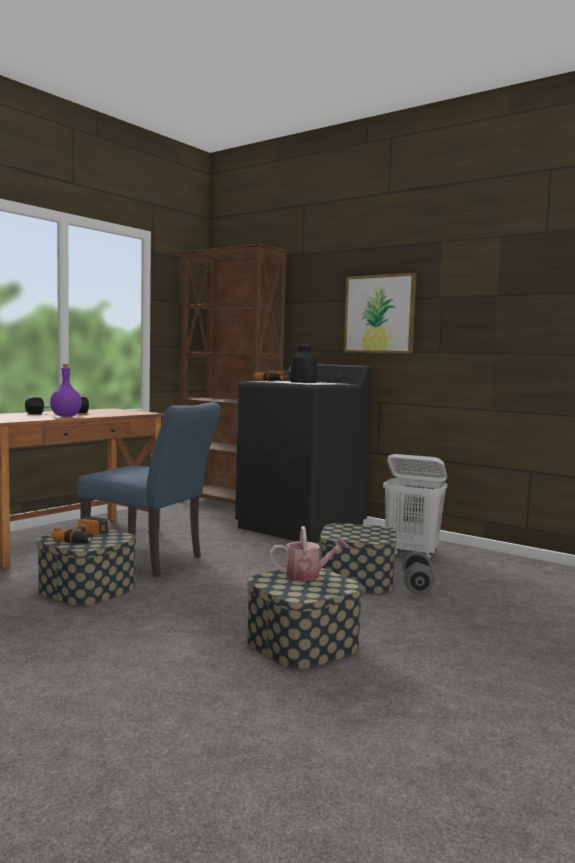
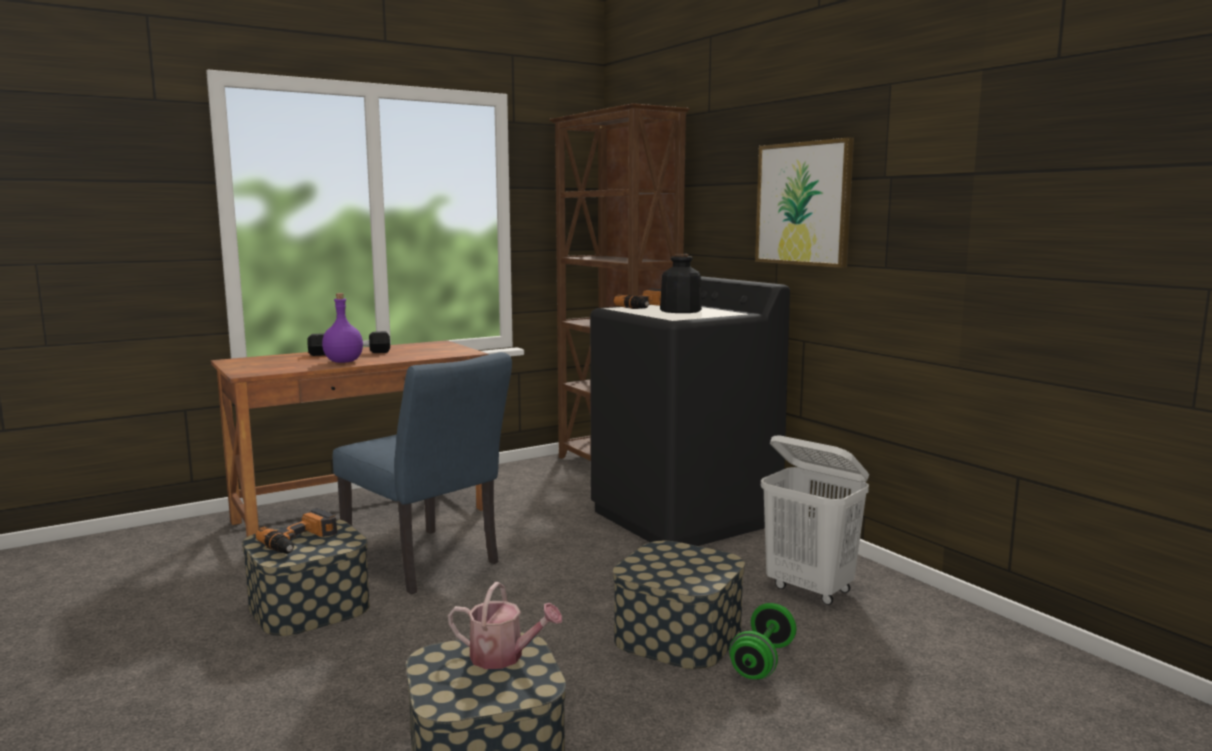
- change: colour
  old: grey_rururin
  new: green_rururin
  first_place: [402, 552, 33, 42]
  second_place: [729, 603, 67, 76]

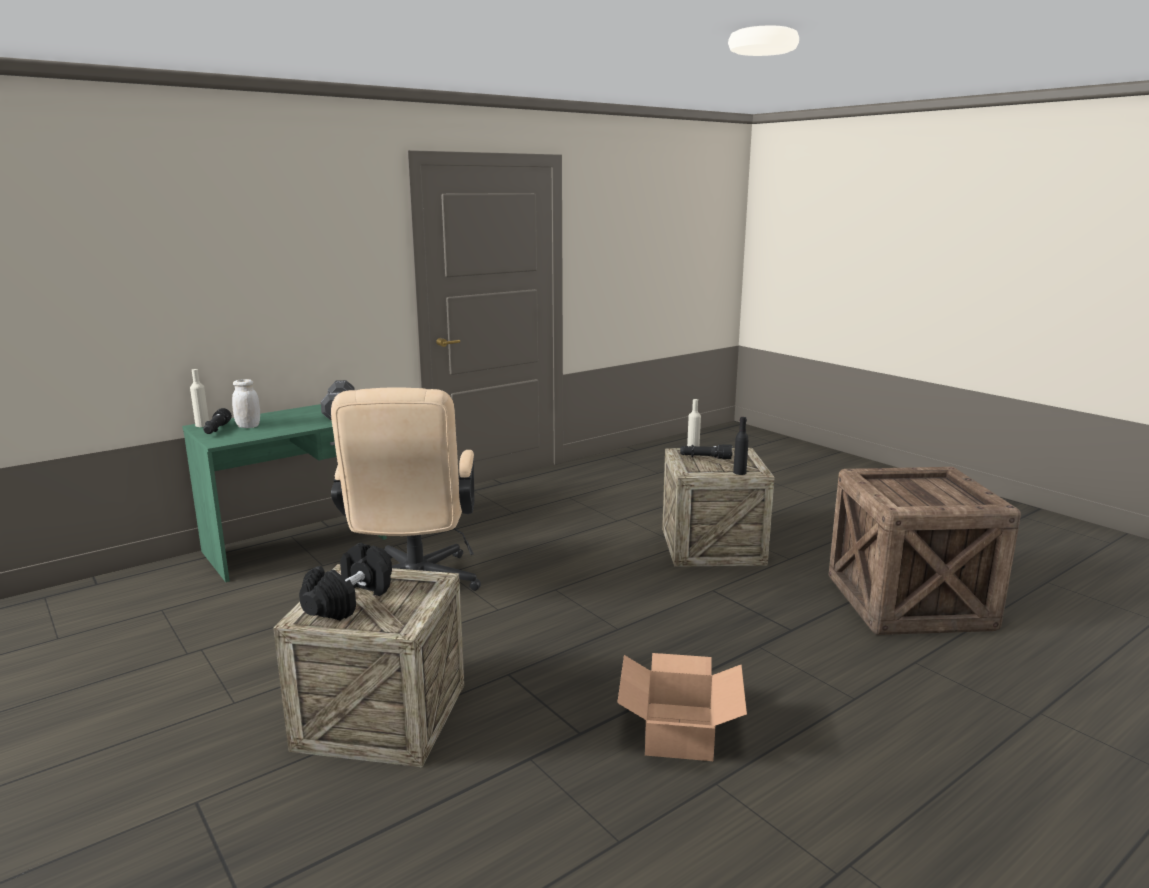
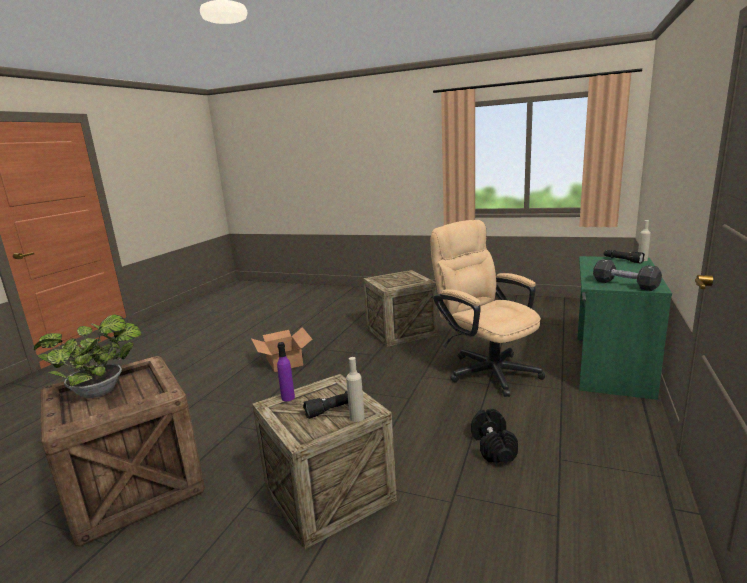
- change: missing
  old: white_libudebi
  first_place: [232, 379, 28, 49]
- change: colour
  old: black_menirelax
  new: purple_menirelax
  first_place: [733, 417, 15, 58]
  second_place: [277, 342, 18, 59]
- change: relocated
  old: black_rururin
  first_place: [299, 543, 93, 78]
  second_place: [471, 409, 47, 54]
- change: appeared
  new: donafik
  second_place: [34, 314, 107, 85]

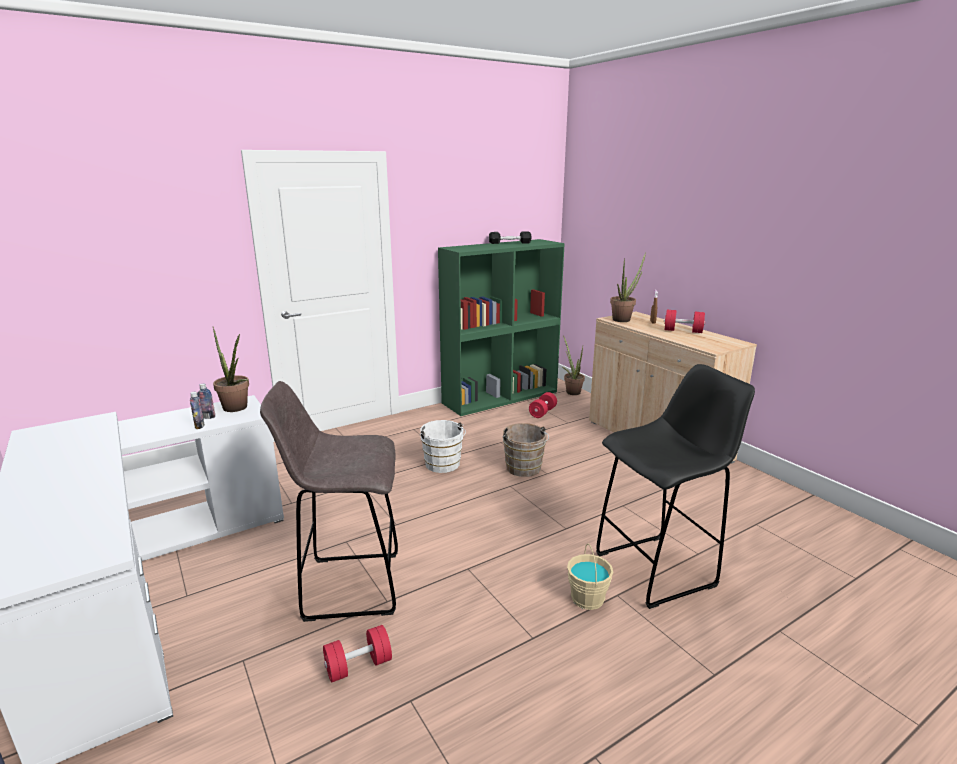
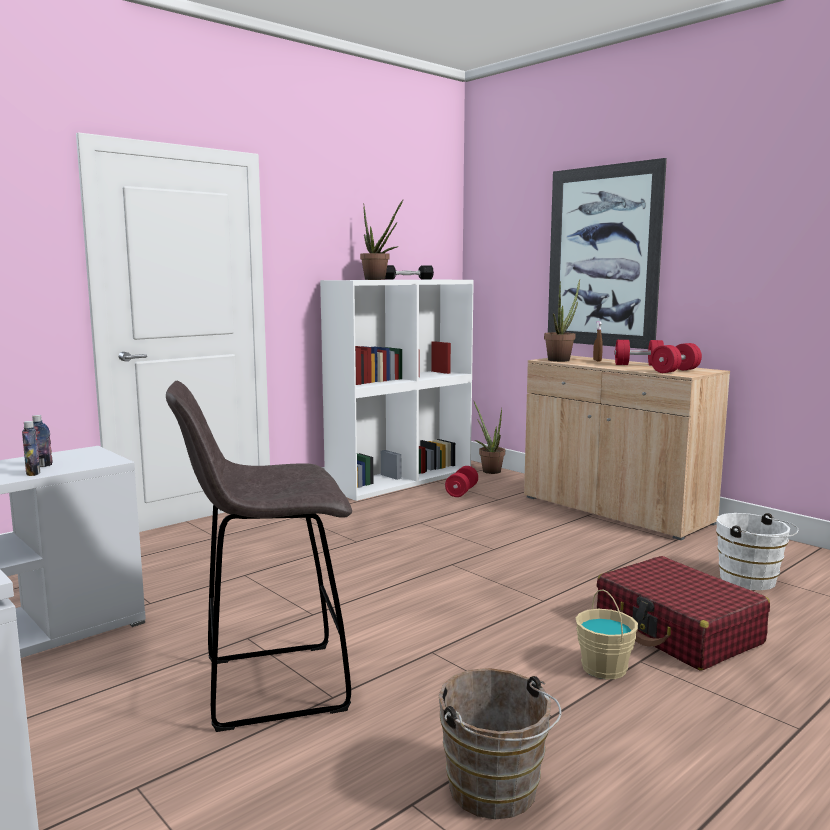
- change: colour
  old: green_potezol
  new: white_potezol
  first_place: [438, 239, 127, 177]
  second_place: [320, 280, 154, 221]
- change: relocated
  old: donafik
  first_place: [213, 327, 36, 85]
  second_place: [360, 199, 44, 81]
- change: exchanged
  old: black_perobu
  new: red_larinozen
  first_place: [596, 364, 159, 245]
  second_place: [597, 556, 173, 114]
- change: relocated
  old: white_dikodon
  first_place: [420, 420, 46, 53]
  second_place: [716, 513, 83, 77]
- change: relocated
  old: brown_dikodon
  first_place: [503, 423, 46, 54]
  second_place: [439, 668, 123, 151]
- change: relocated
  old: red_rururin
  first_place: [323, 625, 69, 58]
  second_place: [651, 343, 51, 30]
- change: appeared
  new: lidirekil
  second_place: [548, 158, 119, 191]

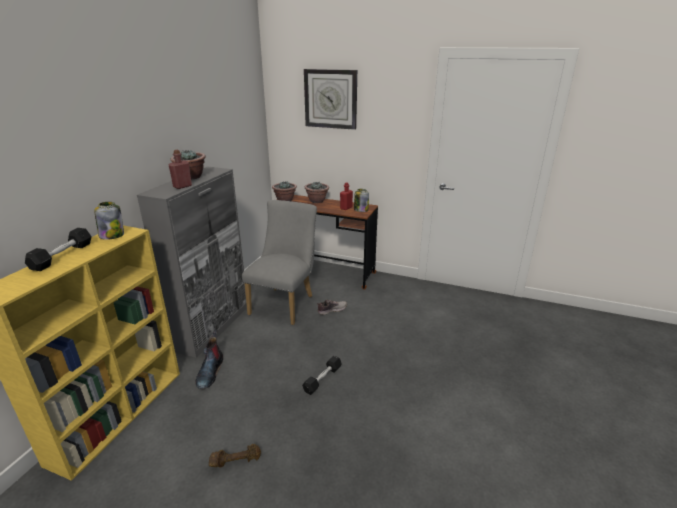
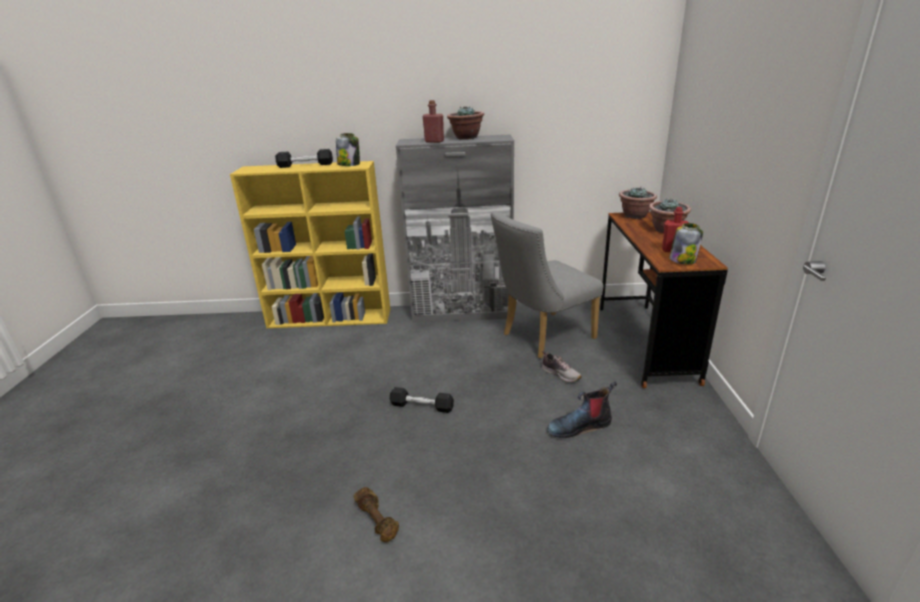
- change: missing
  old: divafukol
  first_place: [304, 69, 53, 61]
- change: spun
  old: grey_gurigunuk
  first_place: [242, 200, 75, 125]
  second_place: [491, 211, 112, 148]
  degrees: 150
- change: relocated
  old: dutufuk
  first_place: [195, 329, 28, 60]
  second_place: [547, 381, 70, 57]
- change: relocated
  old: brown_rururin
  first_place: [209, 444, 52, 23]
  second_place: [354, 487, 45, 55]

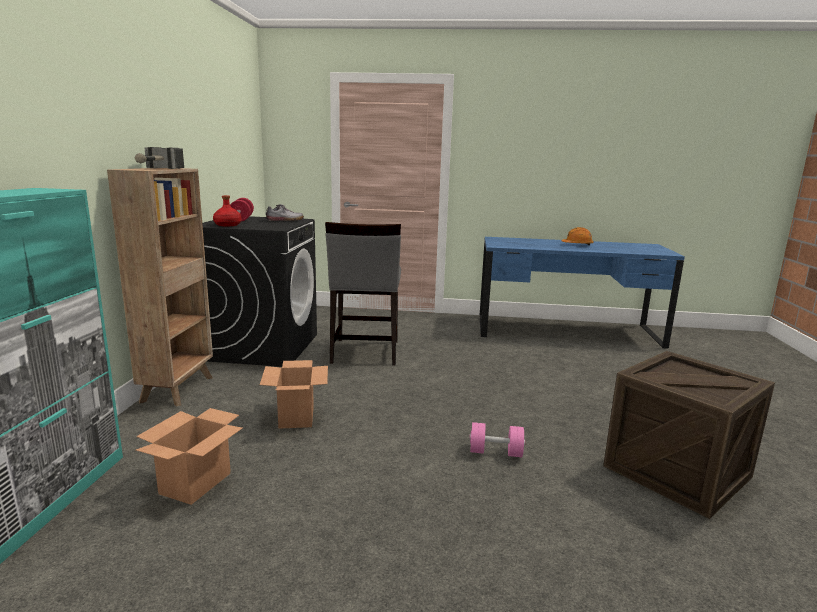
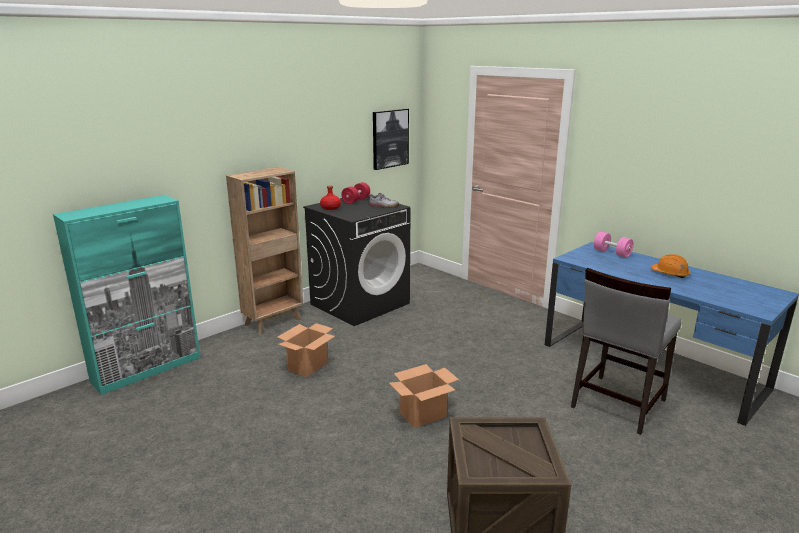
- change: missing
  old: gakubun
  first_place: [135, 147, 49, 22]
- change: relocated
  old: grey_gurigunuk
  first_place: [325, 222, 76, 143]
  second_place: [571, 268, 110, 167]
- change: relocated
  old: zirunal
  first_place: [136, 408, 107, 97]
  second_place: [389, 364, 70, 64]
- change: relocated
  old: pink_rururin
  first_place: [469, 422, 56, 35]
  second_place: [594, 232, 40, 26]
- change: appeared
  new: lidirekil
  second_place: [373, 109, 36, 61]

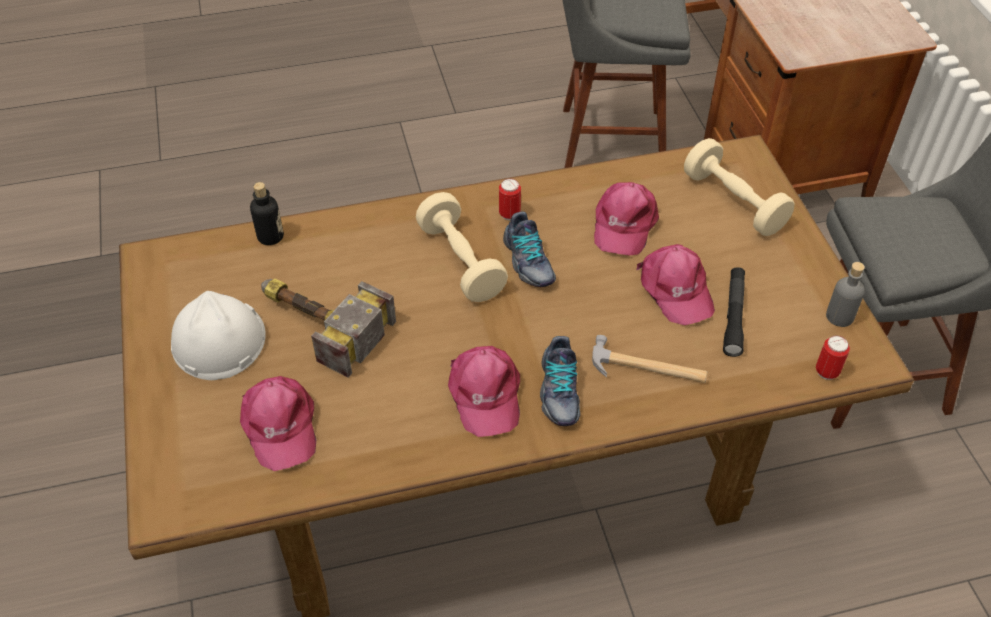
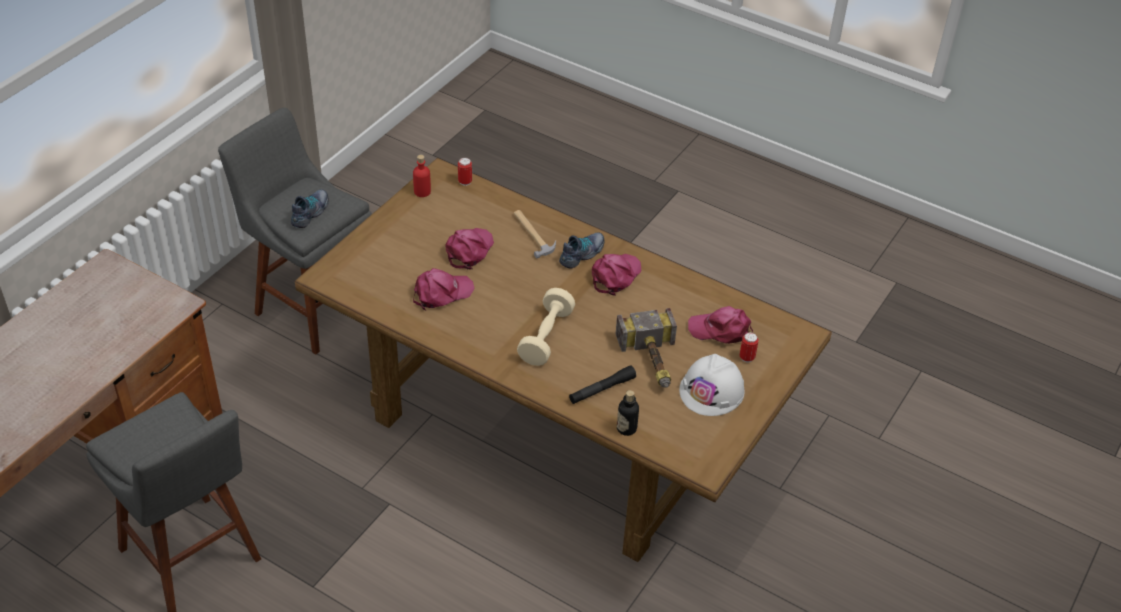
- change: missing
  old: beige_rururin
  first_place: [684, 138, 110, 98]
- change: relocated
  old: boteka
  first_place: [499, 178, 22, 42]
  second_place: [740, 332, 19, 31]
- change: relocated
  old: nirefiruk
  first_place: [503, 211, 53, 76]
  second_place: [291, 189, 38, 39]
- change: colour
  old: grey_menirelax
  new: red_menirelax
  first_place: [826, 262, 39, 65]
  second_place: [413, 155, 18, 42]
- change: relocated
  old: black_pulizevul
  first_place: [723, 267, 22, 90]
  second_place: [569, 365, 67, 39]
- change: spun
  old: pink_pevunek
  first_place: [240, 376, 76, 95]
  second_place: [688, 306, 65, 38]
  degrees: -105

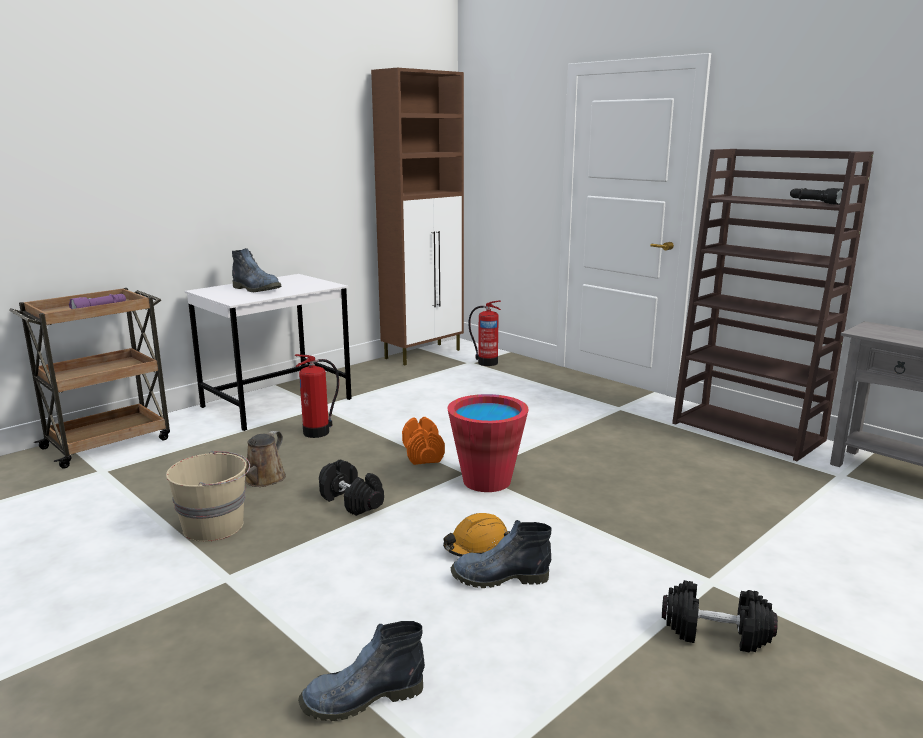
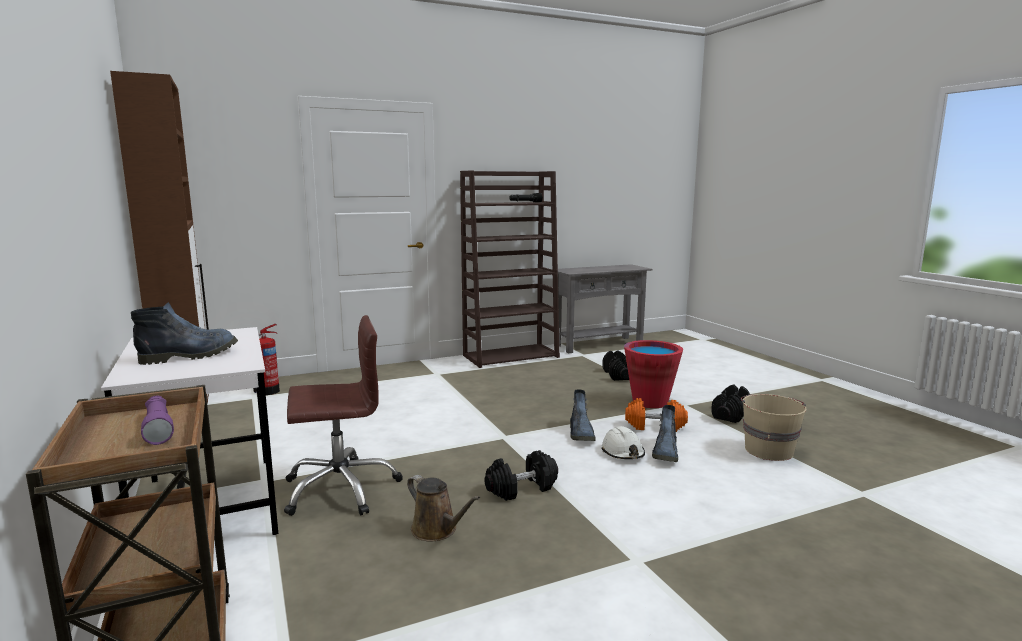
- change: exchanged
  old: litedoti
  new: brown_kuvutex
  first_place: [295, 354, 44, 84]
  second_place: [284, 315, 119, 201]
- change: relocated
  old: red_dikodon
  first_place: [447, 394, 81, 98]
  second_place: [624, 340, 59, 68]
- change: relocated
  old: orange_rururin
  first_place: [402, 417, 43, 48]
  second_place: [625, 398, 63, 34]
- change: relocated
  old: beige_dikodon
  first_place: [166, 451, 84, 91]
  second_place: [741, 394, 65, 67]
- change: colour
  old: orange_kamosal
  new: white_kamosal
  first_place: [443, 513, 67, 44]
  second_place: [602, 426, 43, 33]
- change: relocated
  old: dutufuk
  first_place: [298, 621, 127, 100]
  second_place: [570, 390, 26, 51]
- change: appeared
  new: black_rururin
  second_place: [602, 350, 27, 31]

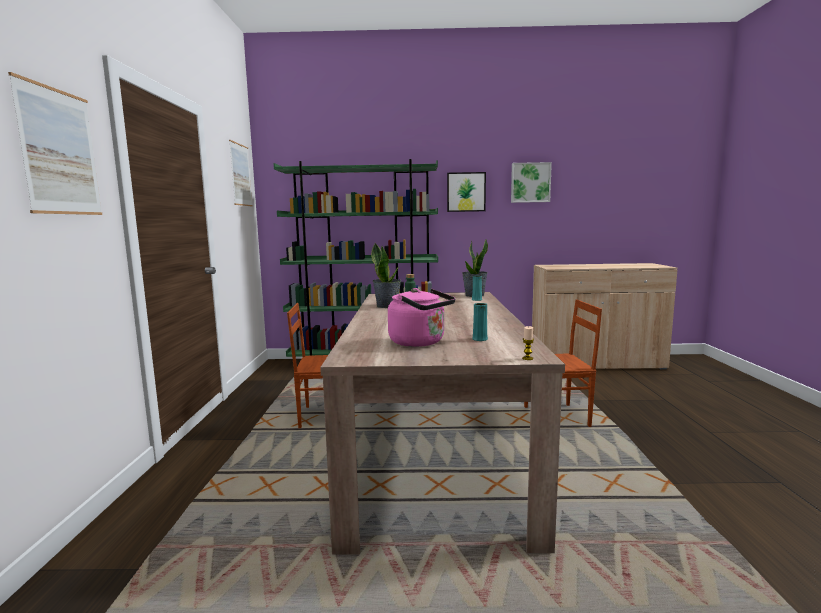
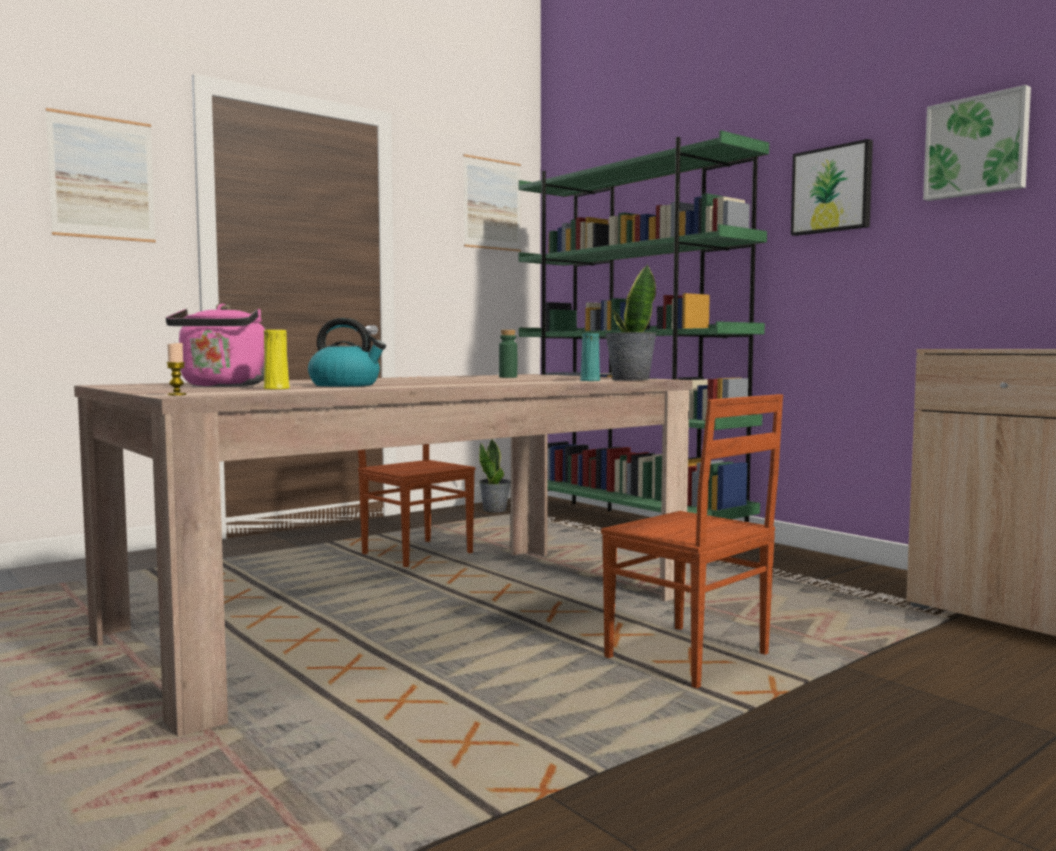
- change: relocated
  old: donafik
  first_place: [371, 243, 30, 65]
  second_place: [479, 439, 32, 73]
- change: colour
  old: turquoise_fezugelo
  new: yellow_fezugelo
  first_place: [472, 303, 16, 38]
  second_place: [263, 330, 27, 59]
- change: appeared
  new: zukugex
  second_place: [308, 318, 78, 68]

